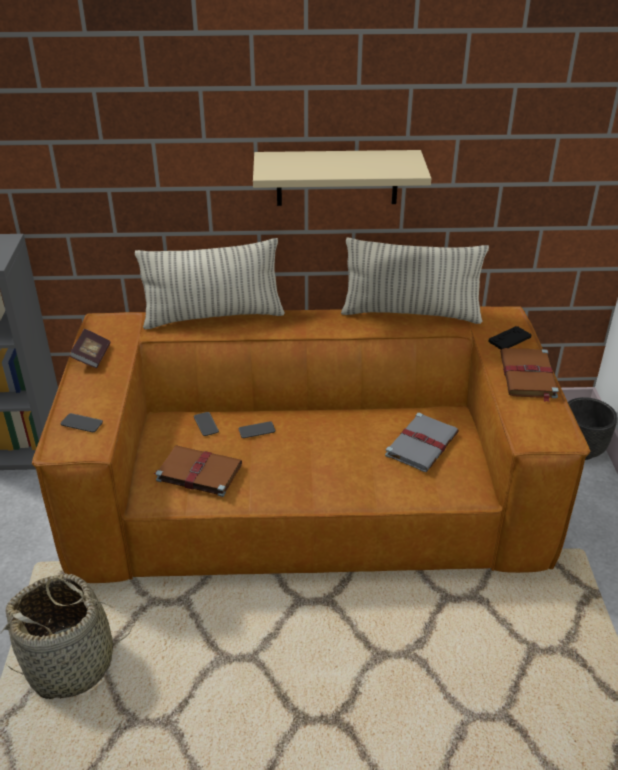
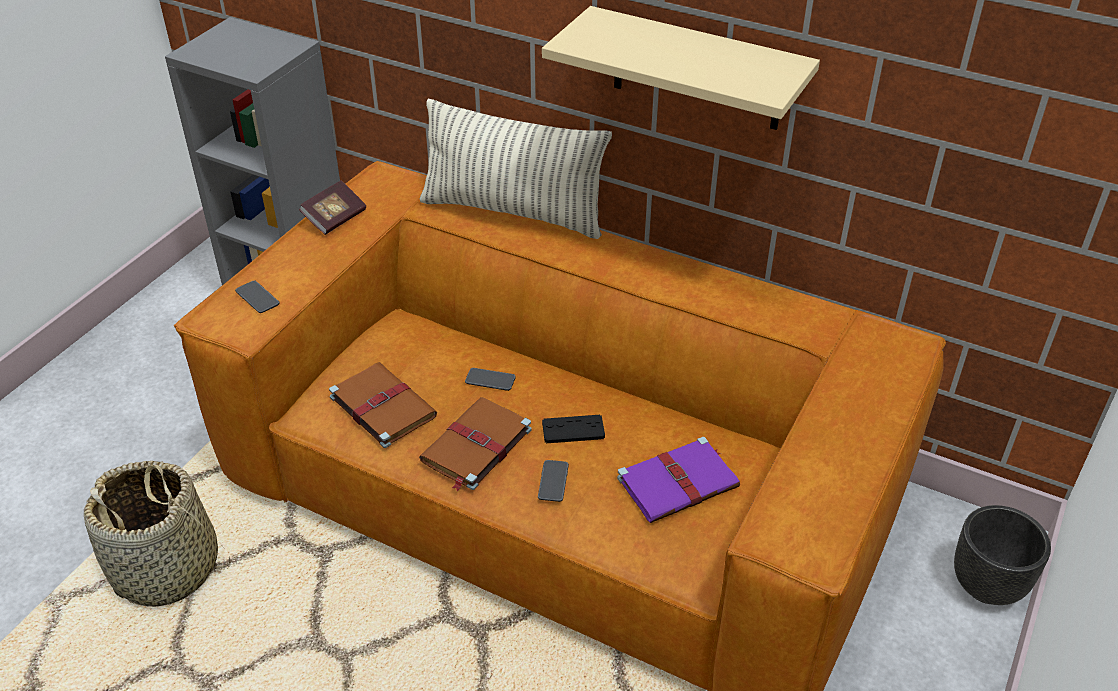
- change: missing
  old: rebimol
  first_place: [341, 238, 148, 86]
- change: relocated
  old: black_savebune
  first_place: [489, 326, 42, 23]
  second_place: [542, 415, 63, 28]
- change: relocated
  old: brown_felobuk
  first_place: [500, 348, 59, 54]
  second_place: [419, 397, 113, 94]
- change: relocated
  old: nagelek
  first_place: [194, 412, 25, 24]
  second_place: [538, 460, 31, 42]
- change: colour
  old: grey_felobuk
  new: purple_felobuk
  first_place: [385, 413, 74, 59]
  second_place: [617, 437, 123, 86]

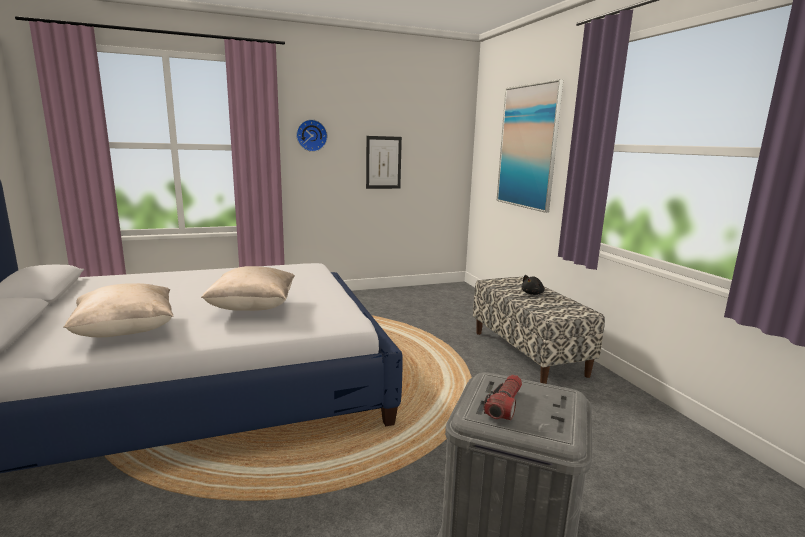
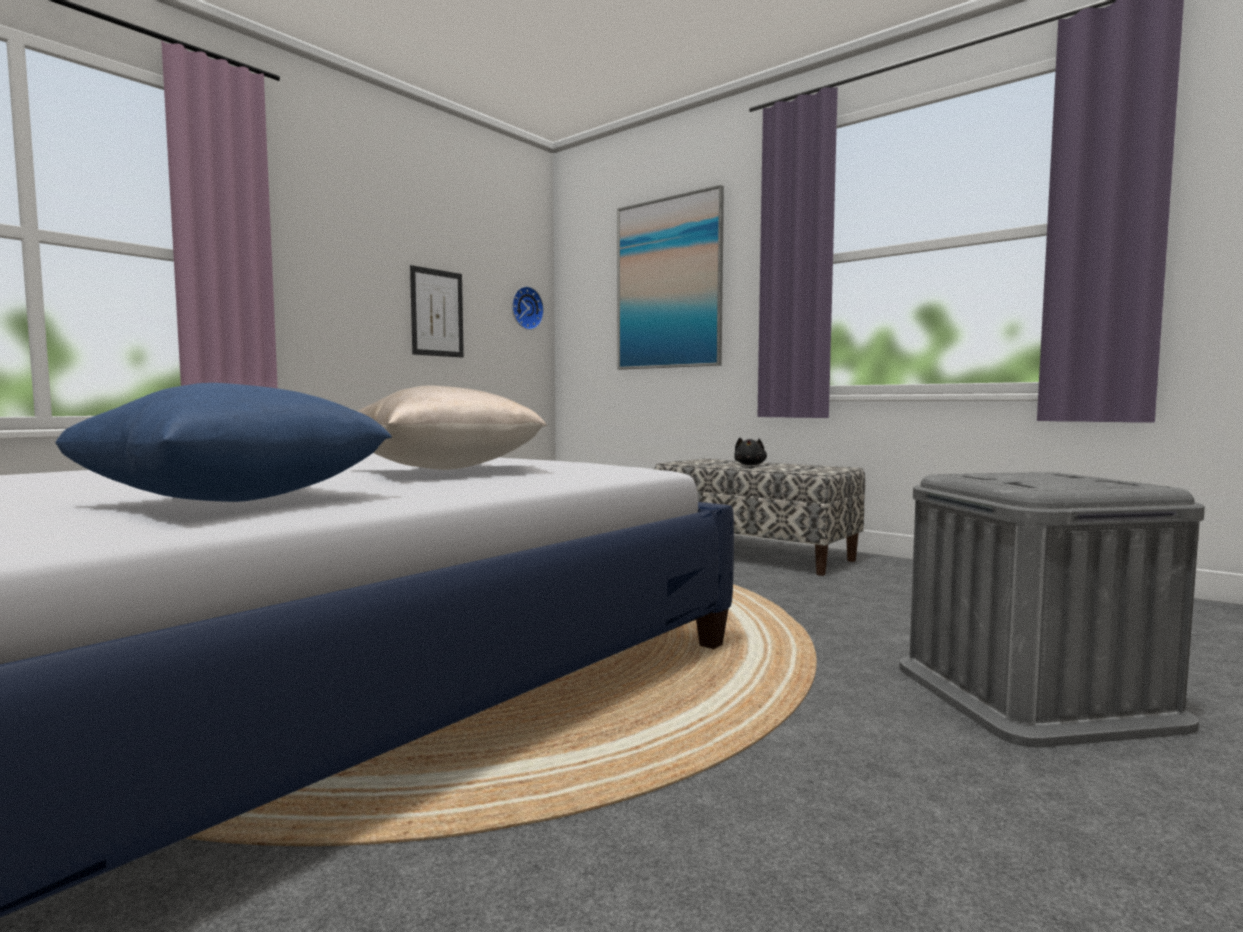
- change: relocated
  old: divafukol
  first_place: [296, 119, 32, 33]
  second_place: [512, 286, 32, 44]
- change: colour
  old: beige_rebimol
  new: blue_rebimol
  first_place: [63, 283, 110, 54]
  second_place: [55, 383, 337, 119]
- change: missing
  old: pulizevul
  first_place: [483, 375, 39, 45]

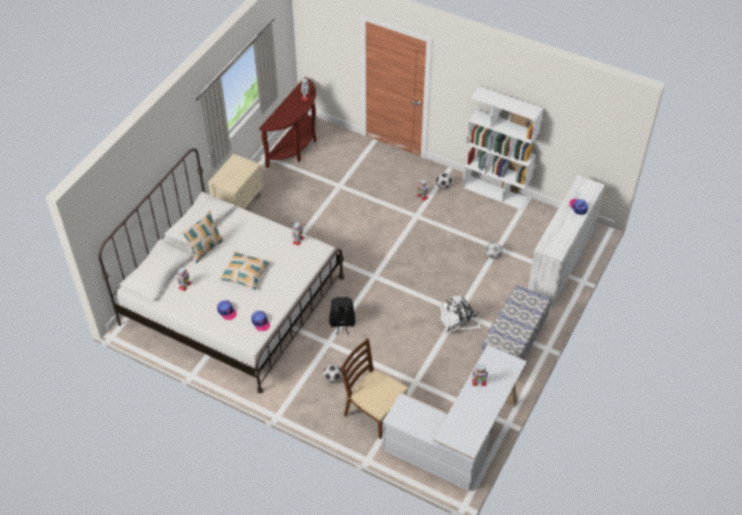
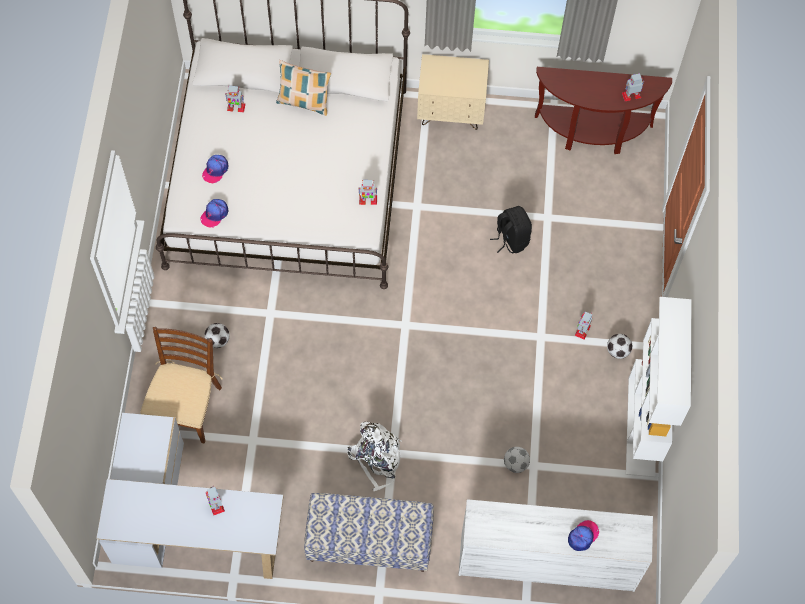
- change: missing
  old: rebimol
  first_place: [219, 251, 51, 39]
- change: relocated
  old: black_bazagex
  first_place: [329, 297, 26, 38]
  second_place: [490, 206, 42, 47]

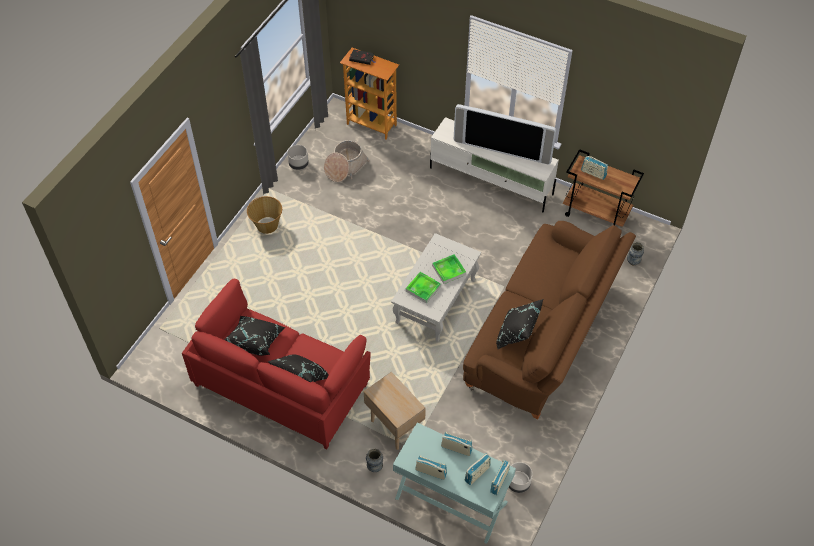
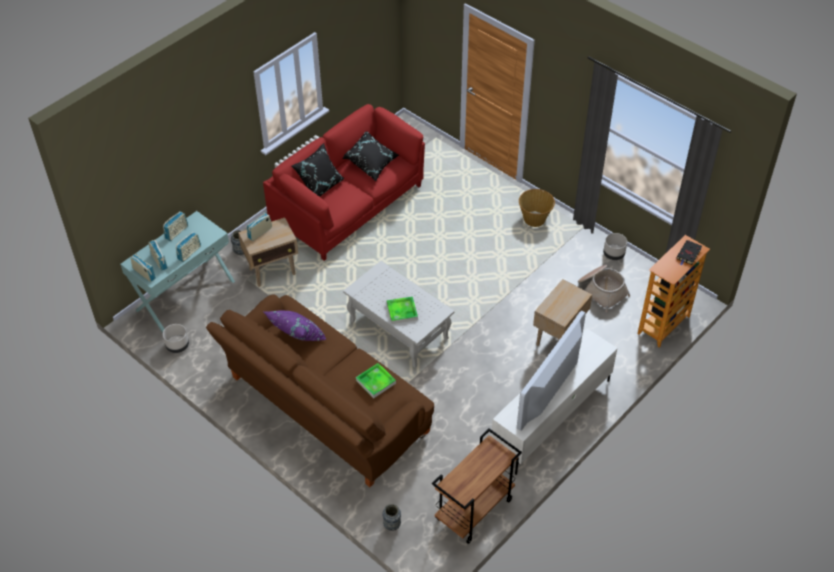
- change: relocated
  old: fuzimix
  first_place: [581, 156, 27, 24]
  second_place: [247, 213, 25, 28]
- change: relocated
  old: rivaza
  first_place: [405, 272, 36, 32]
  second_place: [356, 363, 40, 35]
- change: colour
  old: black_rebimol
  new: purple_rebimol
  first_place: [496, 299, 47, 50]
  second_place: [264, 311, 63, 30]
- change: appeared
  new: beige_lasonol
  second_place: [533, 279, 59, 67]

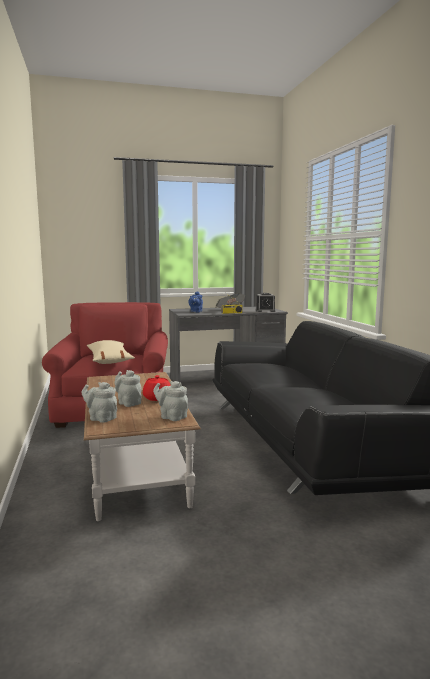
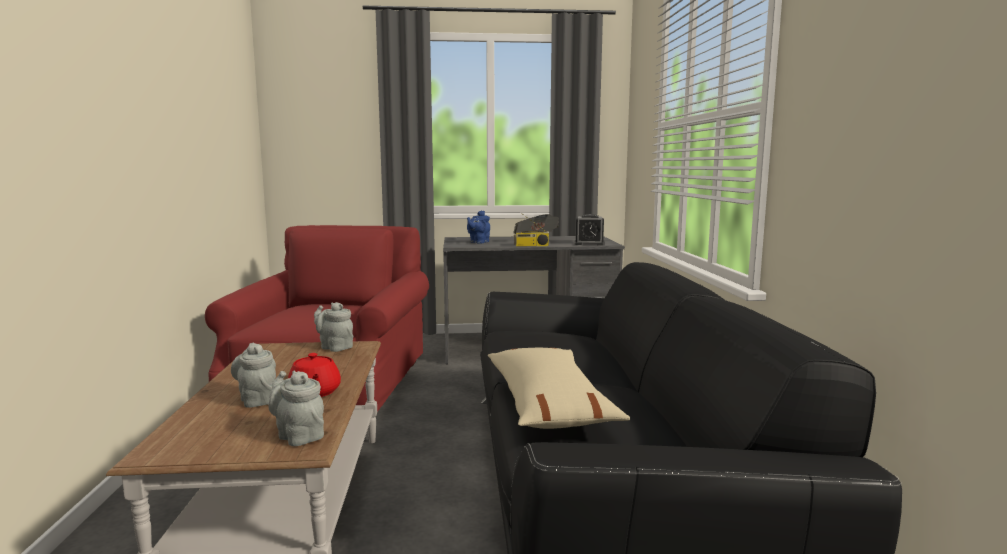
- change: relocated
  old: beige_rebimol
  first_place: [87, 340, 48, 24]
  second_place: [488, 348, 142, 81]
- change: relocated
  old: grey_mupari
  first_place: [82, 382, 35, 41]
  second_place: [314, 302, 39, 50]

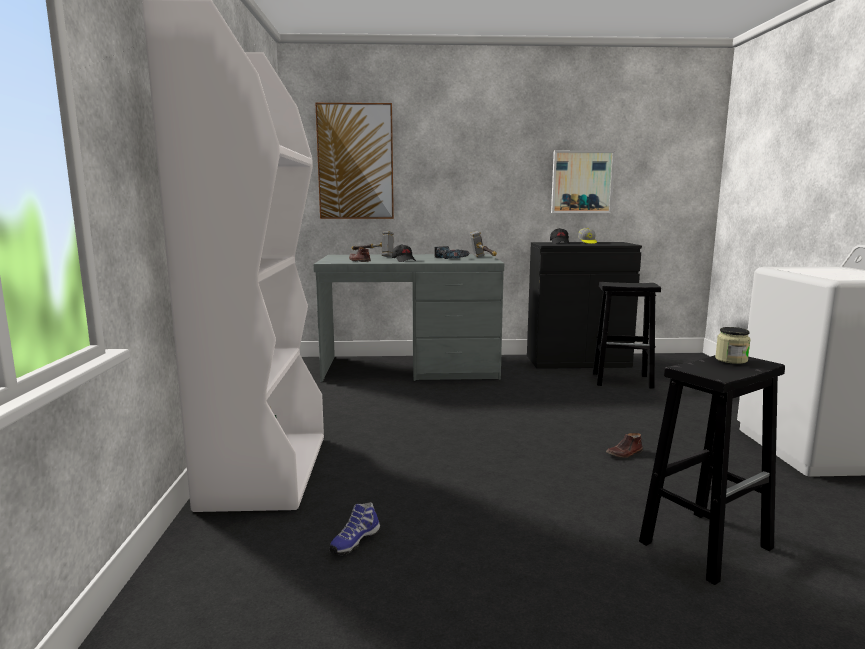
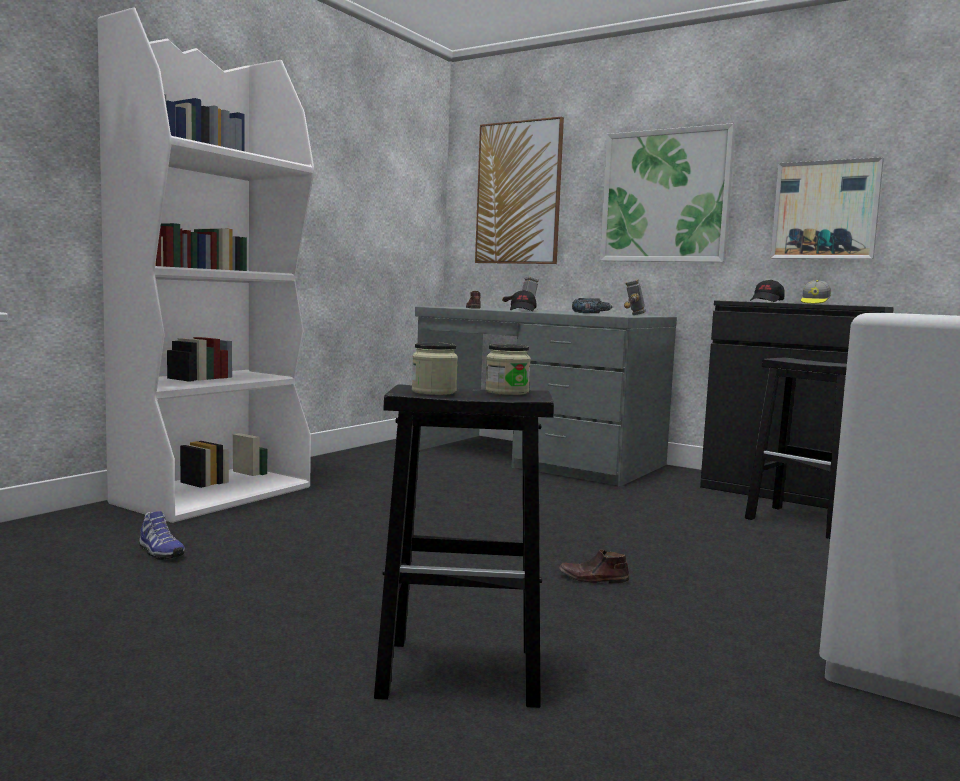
- change: spun
  old: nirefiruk
  first_place: [330, 502, 51, 53]
  second_place: [139, 511, 46, 49]
  degrees: -120
- change: appeared
  new: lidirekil
  second_place: [600, 123, 136, 139]
- change: appeared
  new: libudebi
  second_place: [412, 342, 46, 53]

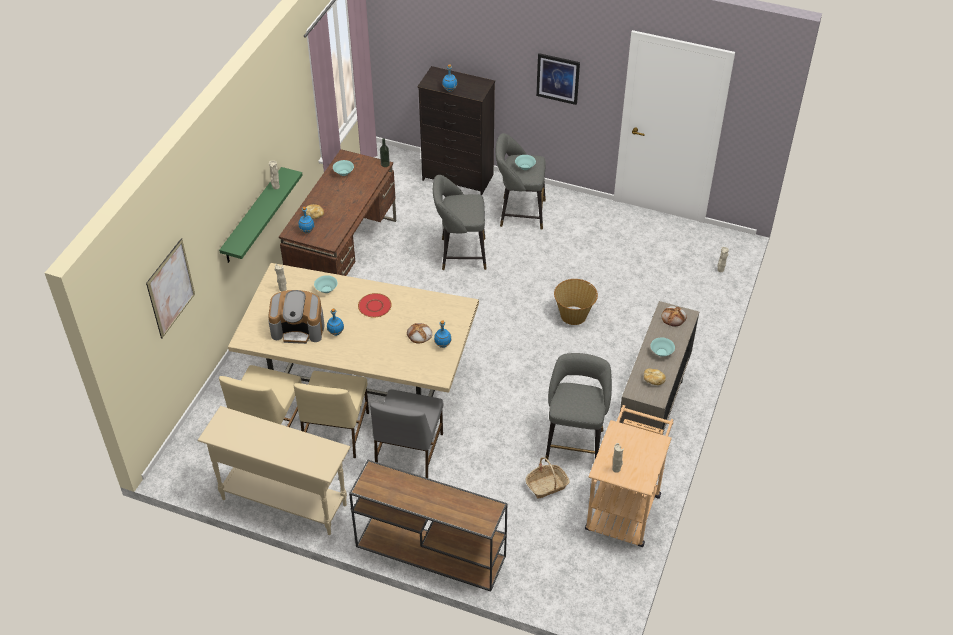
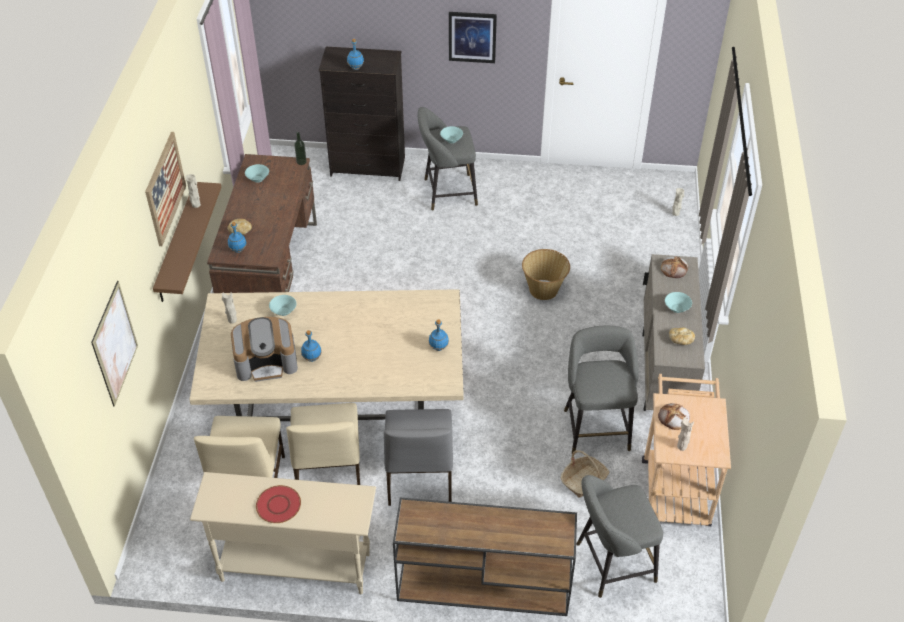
- change: colour
  old: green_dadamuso
  new: brown_dadamuso
  first_place: [219, 167, 84, 96]
  second_place: [153, 182, 68, 120]
- change: relocated
  old: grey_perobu
  first_place: [433, 175, 54, 95]
  second_place: [576, 475, 87, 123]
- change: relocated
  old: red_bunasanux
  first_place: [358, 293, 34, 24]
  second_place: [256, 485, 45, 38]
- change: relocated
  old: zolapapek
  first_place: [407, 323, 25, 21]
  second_place: [658, 403, 32, 27]
- change: appeared
  new: lidirekil
  second_place: [145, 132, 41, 114]

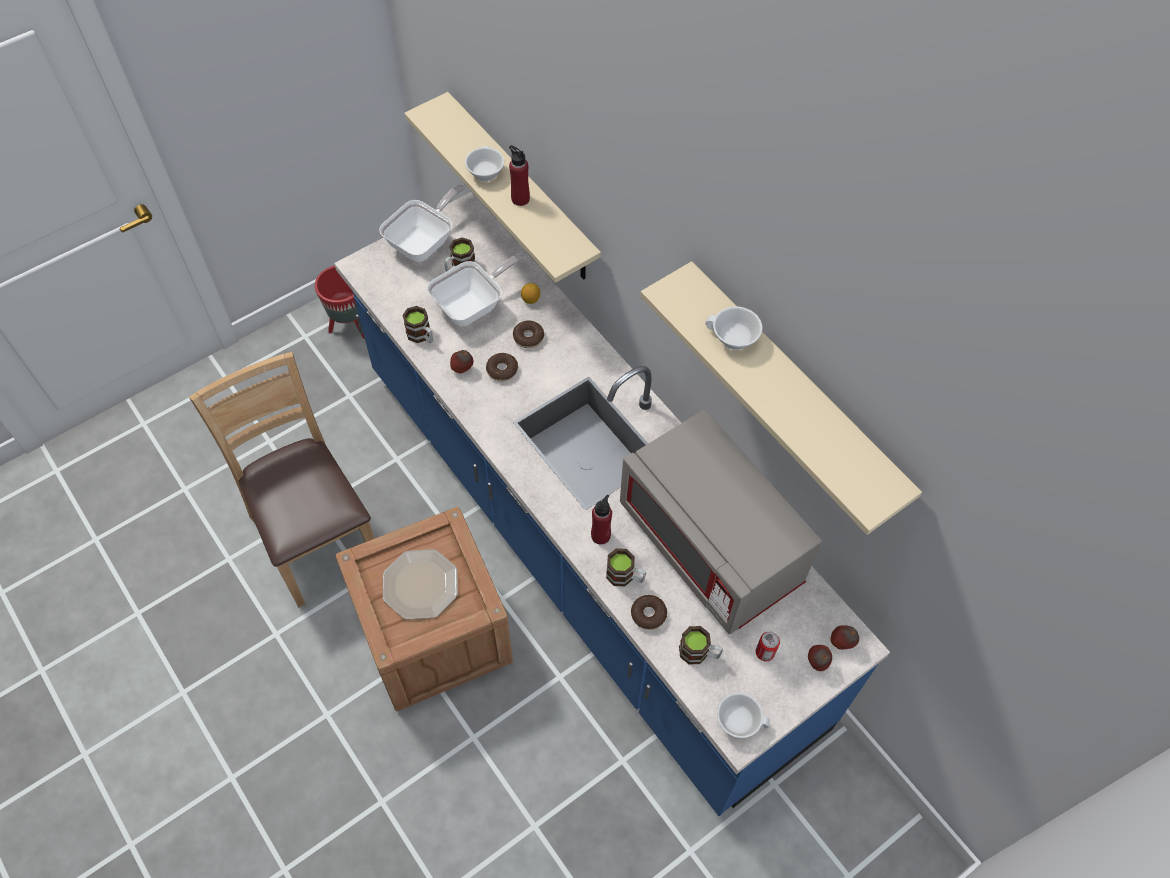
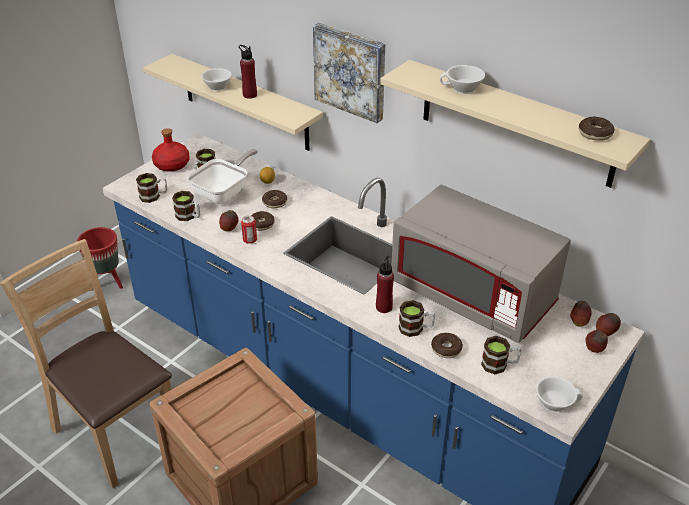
- change: exchanged
  old: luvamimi
  new: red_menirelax
  first_place: [379, 184, 86, 78]
  second_place: [152, 128, 38, 44]
- change: missing
  old: bunasanux
  first_place: [383, 549, 75, 71]
- change: relocated
  old: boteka
  first_place: [756, 632, 24, 29]
  second_place: [241, 216, 16, 28]
- change: appeared
  new: lidirekil
  second_place: [313, 23, 72, 100]
- change: appeared
  new: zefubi
  second_place: [579, 117, 36, 24]
- change: appeared
  new: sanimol
  second_place: [136, 173, 31, 30]
- change: appeared
  new: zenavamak
  second_place: [570, 301, 22, 26]

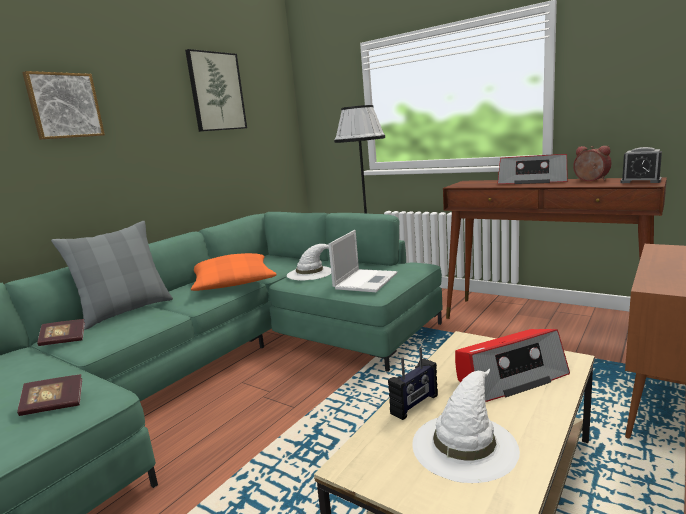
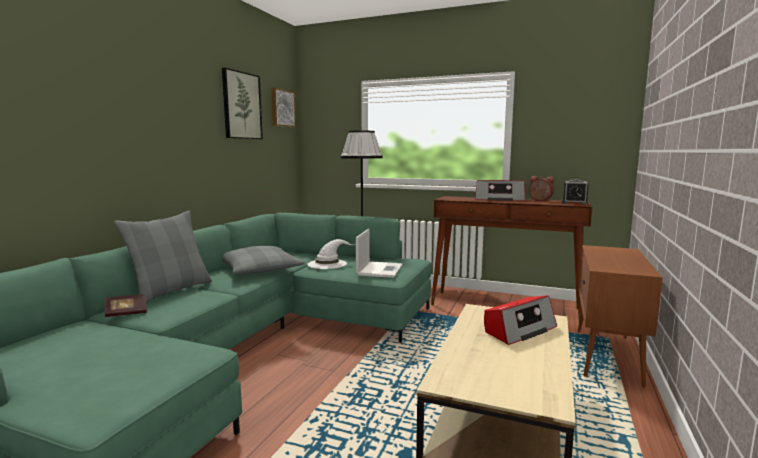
- change: relocated
  old: lidirekil
  first_place: [22, 71, 83, 69]
  second_place: [271, 88, 25, 39]
- change: colour
  old: orange_rebimol
  new: grey_rebimol
  first_place: [191, 253, 86, 38]
  second_place: [222, 246, 83, 28]
- change: missing
  old: fuzimix
  first_place: [388, 347, 50, 73]
- change: missing
  old: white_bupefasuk
  first_place: [412, 368, 108, 115]
- change: missing
  old: felobuk
  first_place: [17, 374, 65, 42]

